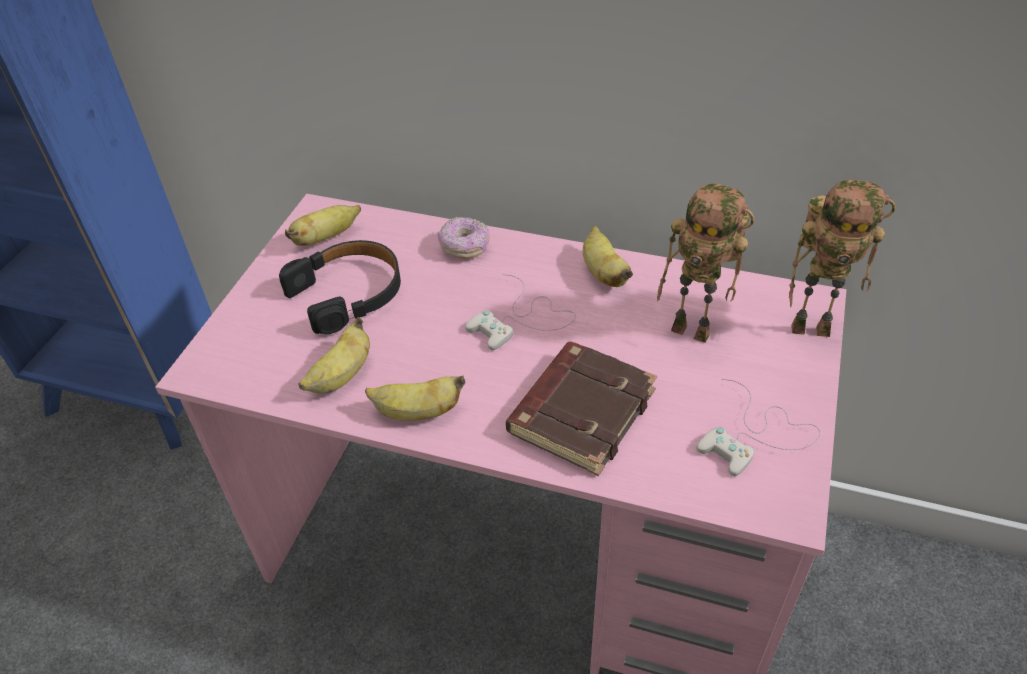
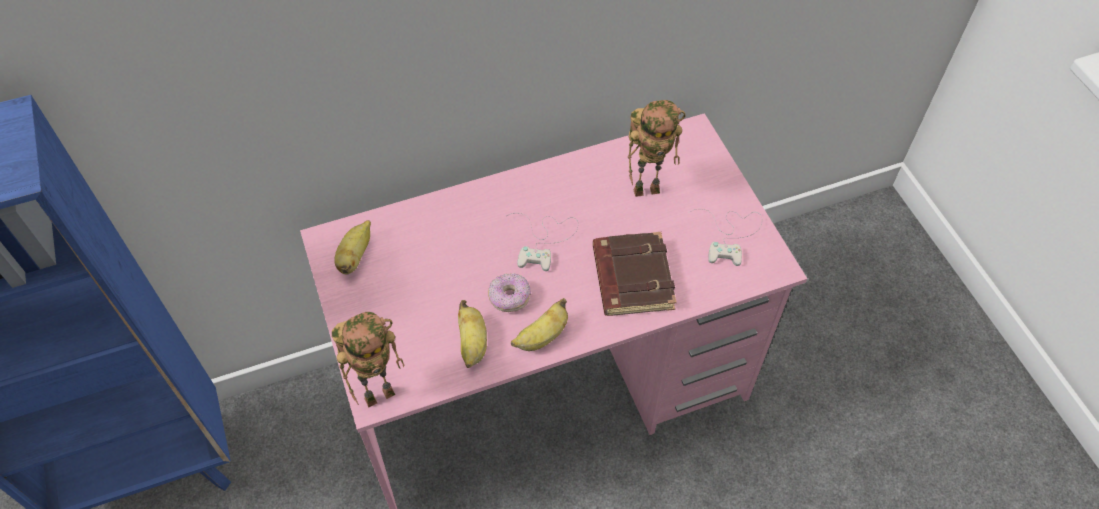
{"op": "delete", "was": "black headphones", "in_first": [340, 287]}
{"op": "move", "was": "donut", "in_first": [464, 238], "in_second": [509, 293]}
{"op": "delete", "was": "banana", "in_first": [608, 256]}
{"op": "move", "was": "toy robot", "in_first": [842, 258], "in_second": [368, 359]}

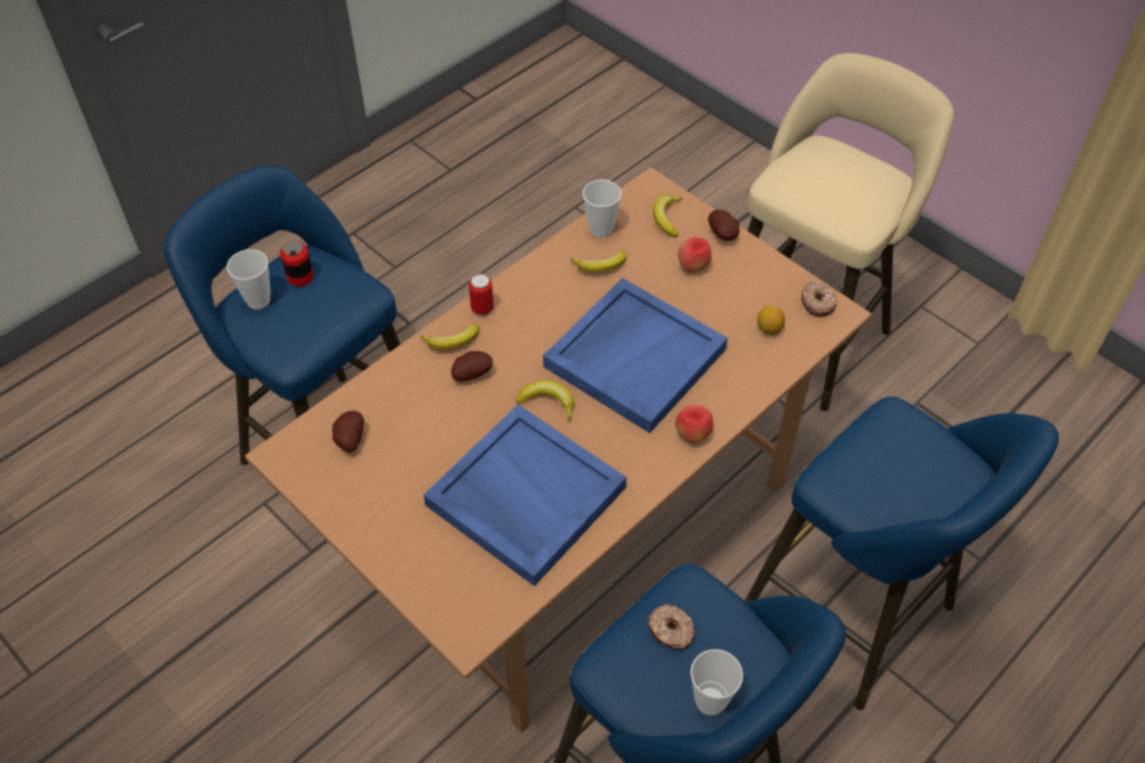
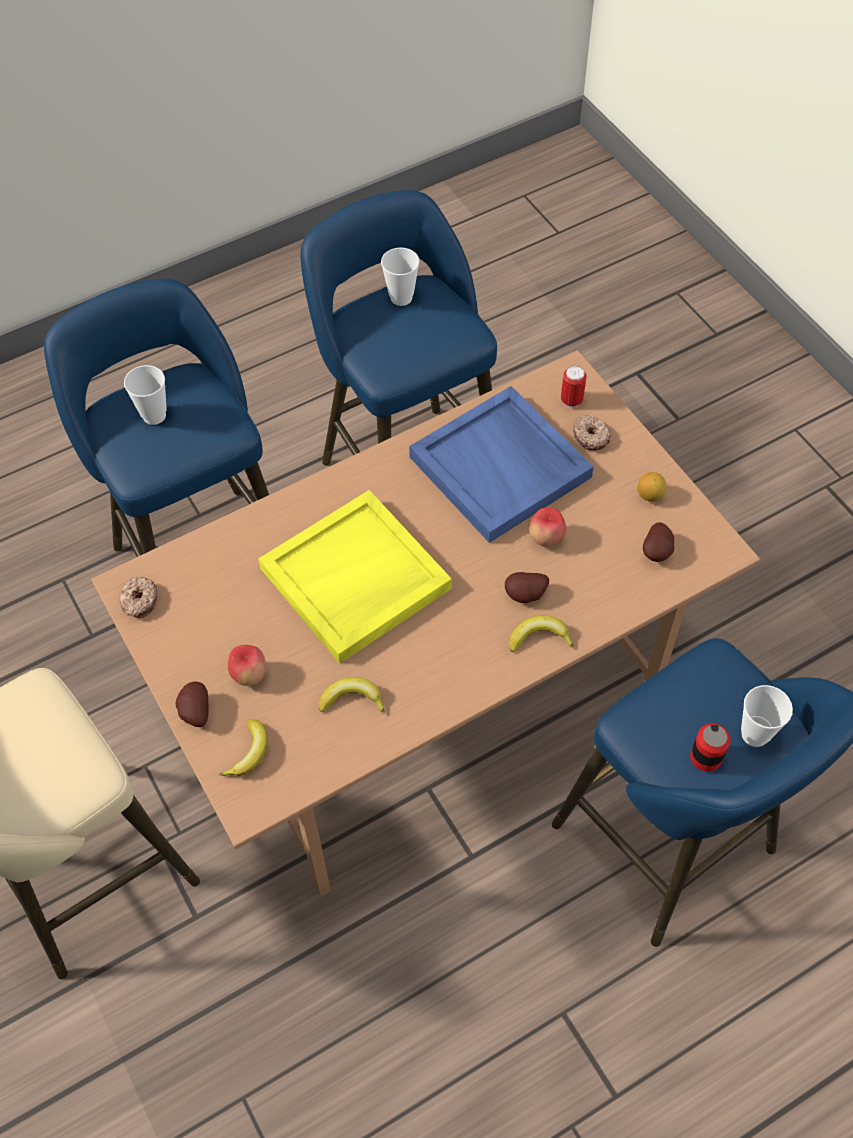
{"op": "move", "was": "can", "in_first": [481, 295], "in_second": [574, 387]}
{"op": "delete", "was": "banana", "in_first": [545, 400]}
{"op": "recolor", "was": "blue tray", "now": "yellow tray", "in_first": [635, 355], "in_second": [355, 576]}
{"op": "move", "was": "cup", "in_first": [602, 208], "in_second": [145, 395]}
{"op": "move", "was": "donut", "in_first": [671, 626], "in_second": [592, 433]}
{"op": "move", "was": "apple", "in_first": [694, 423], "in_second": [547, 527]}
{"op": "move", "was": "lemon", "in_first": [771, 320], "in_second": [651, 487]}

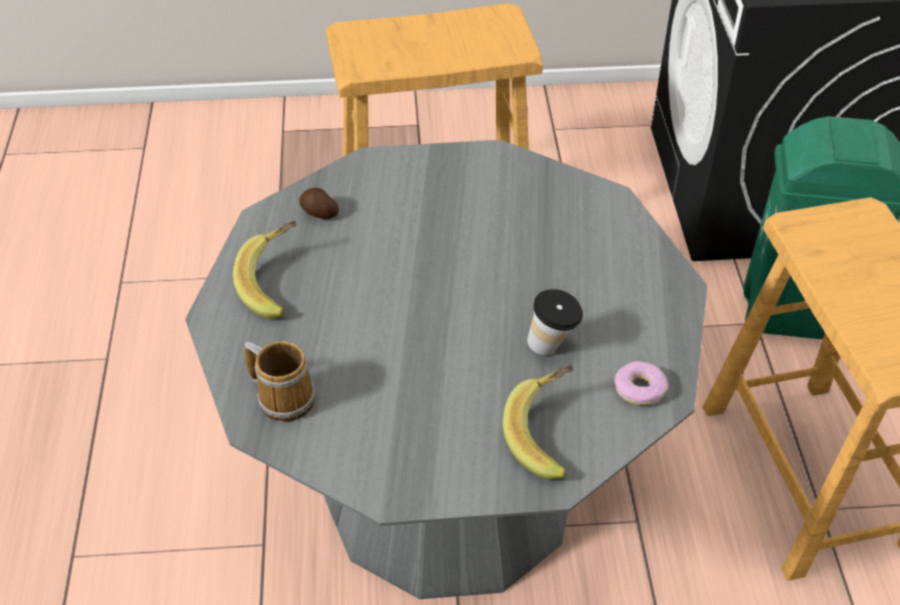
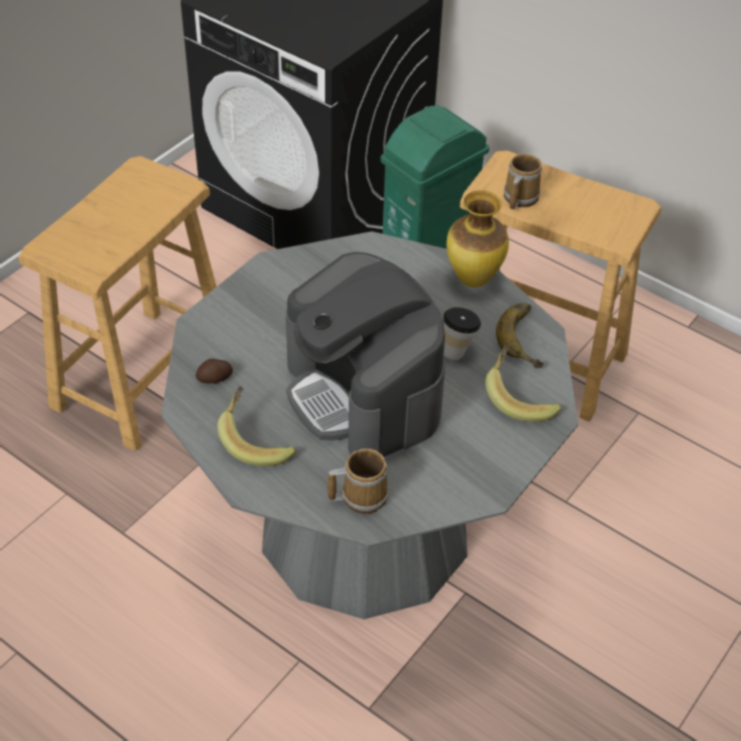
{"op": "replace", "was": "donut", "now": "banana", "in_first": [641, 383], "in_second": [519, 335]}
{"op": "insert", "now": "coffee machine", "in_second": [365, 354]}
{"op": "insert", "now": "vase", "in_second": [477, 238]}
{"op": "insert", "now": "mug", "in_second": [523, 182]}

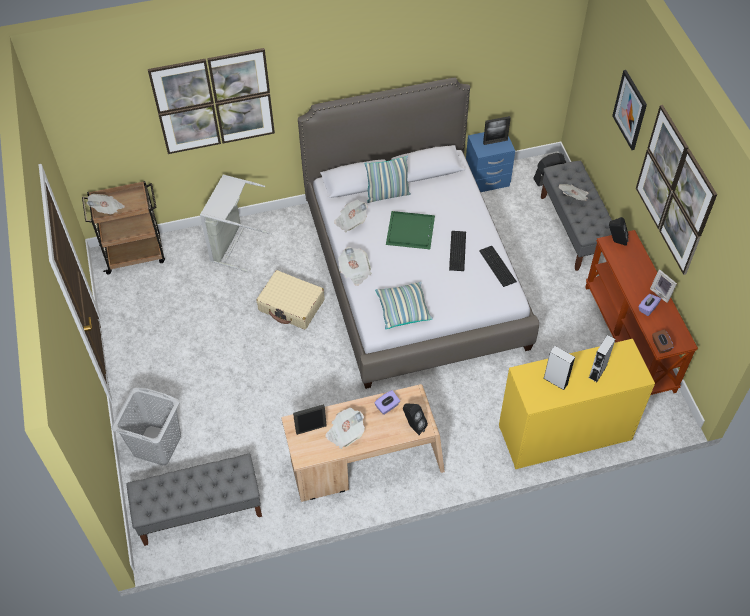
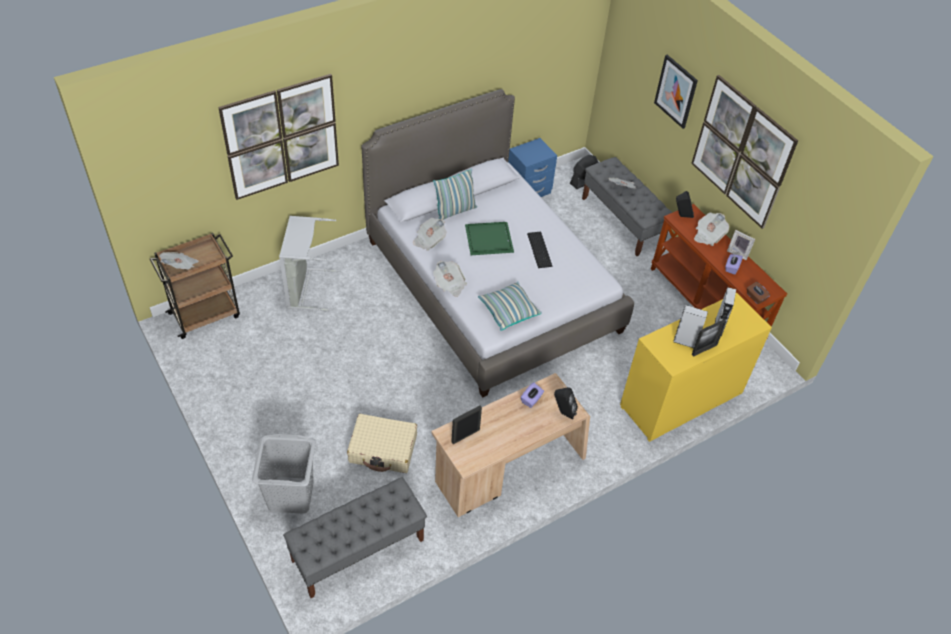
{"op": "move", "was": "beige suitcase", "in_first": [290, 300], "in_second": [382, 443]}
{"op": "move", "was": "newspaper", "in_first": [345, 428], "in_second": [711, 229]}
{"op": "delete", "was": "keyboard", "in_first": [498, 266]}
{"op": "move", "was": "picture frame", "in_first": [497, 130], "in_second": [709, 338]}

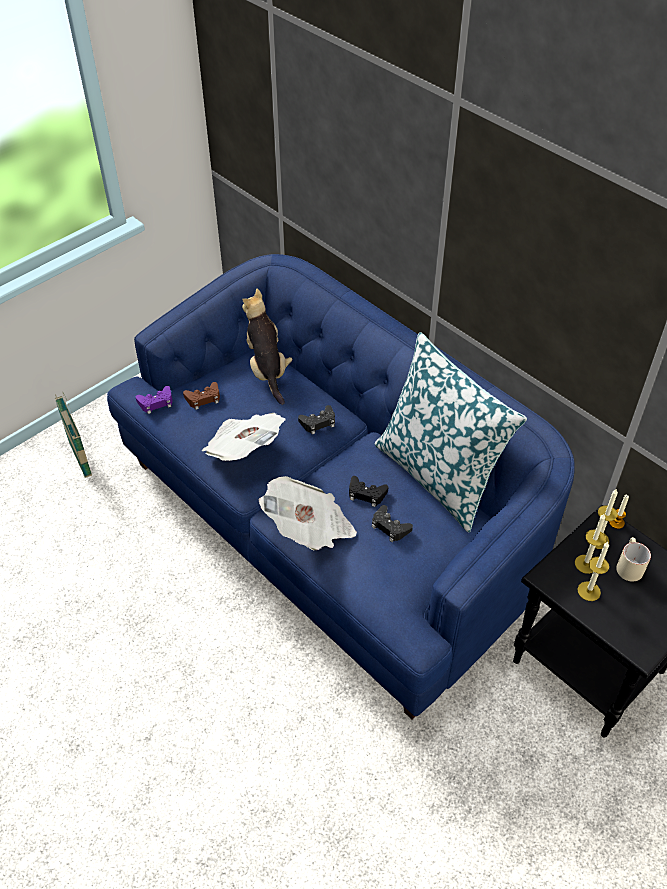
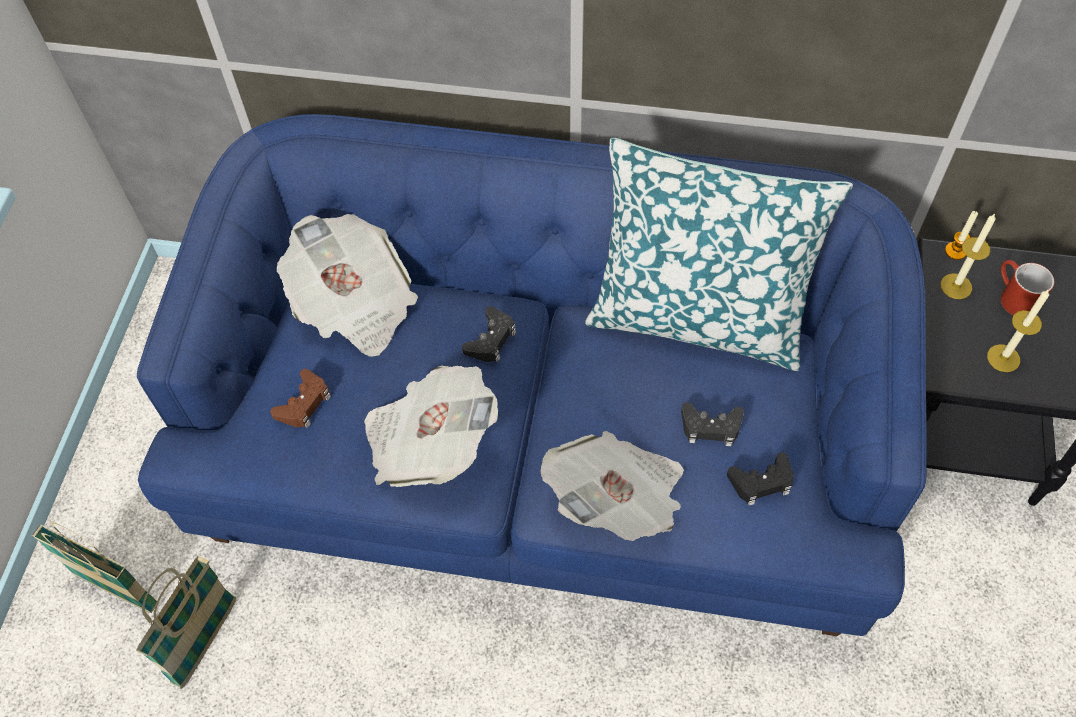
{"op": "delete", "was": "purple game controller", "in_first": [154, 400]}
{"op": "replace", "was": "plush toy", "now": "newspaper", "in_first": [267, 347], "in_second": [347, 285]}
{"op": "move", "was": "black game controller", "in_first": [368, 491], "in_second": [760, 479]}
{"op": "delete", "was": "candle", "in_first": [590, 544]}
{"op": "recolor", "was": "beige mug", "now": "red mug", "in_first": [633, 559], "in_second": [1027, 288]}
{"op": "insert", "now": "basket", "in_second": [186, 622]}

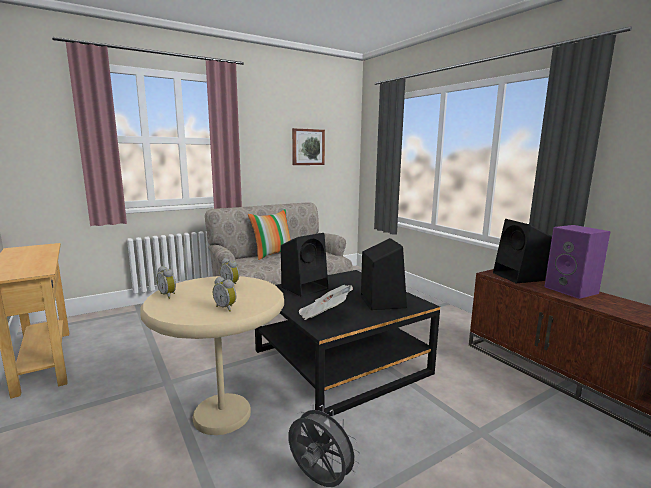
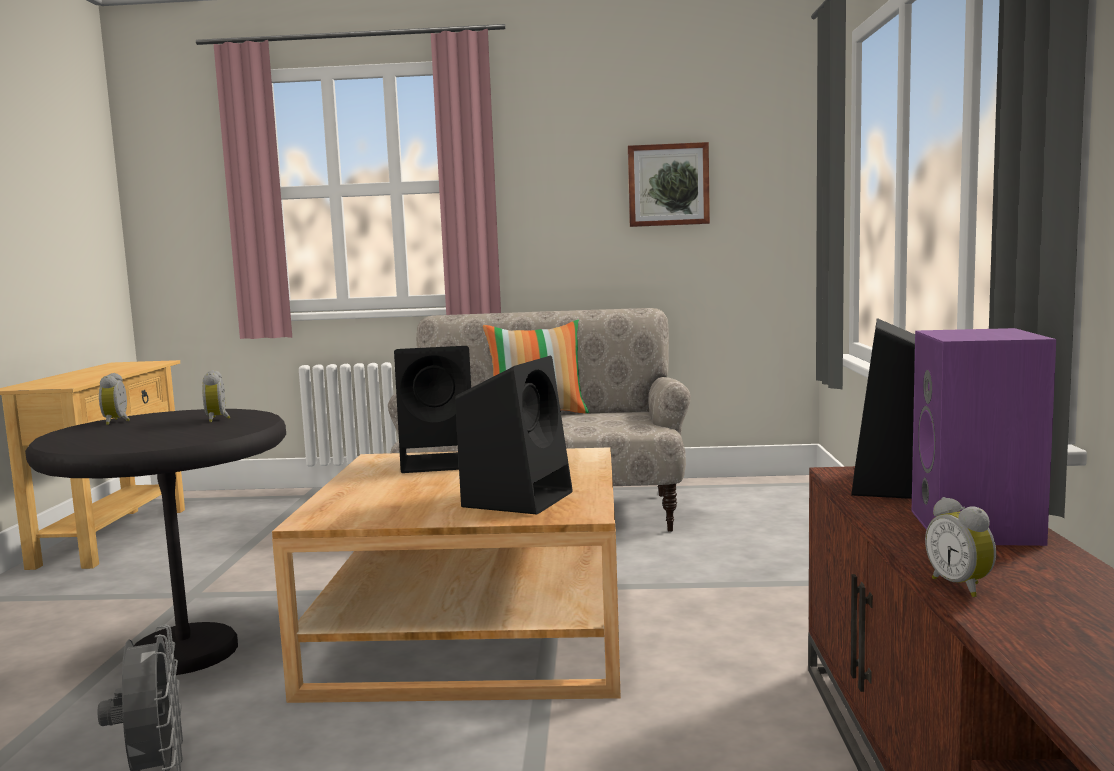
{"op": "recolor", "was": "beige side table", "now": "black side table", "in_first": [212, 355], "in_second": [155, 542]}
{"op": "move", "was": "alarm clock", "in_first": [224, 294], "in_second": [960, 547]}
{"op": "recolor", "was": "black coffee table", "now": "beige coffee table", "in_first": [347, 343], "in_second": [446, 575]}
{"op": "delete", "was": "newspaper", "in_first": [325, 302]}

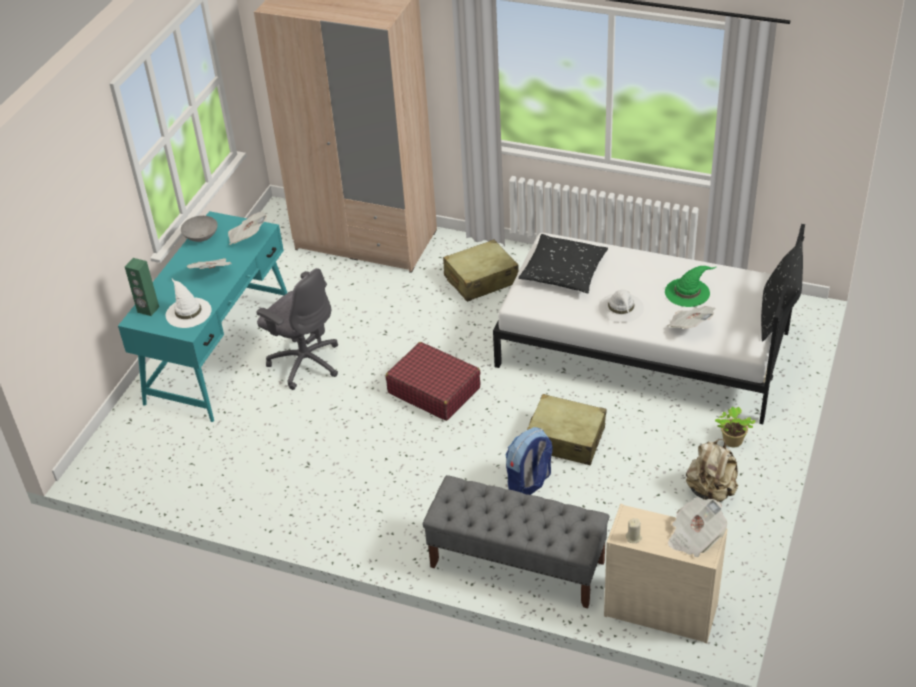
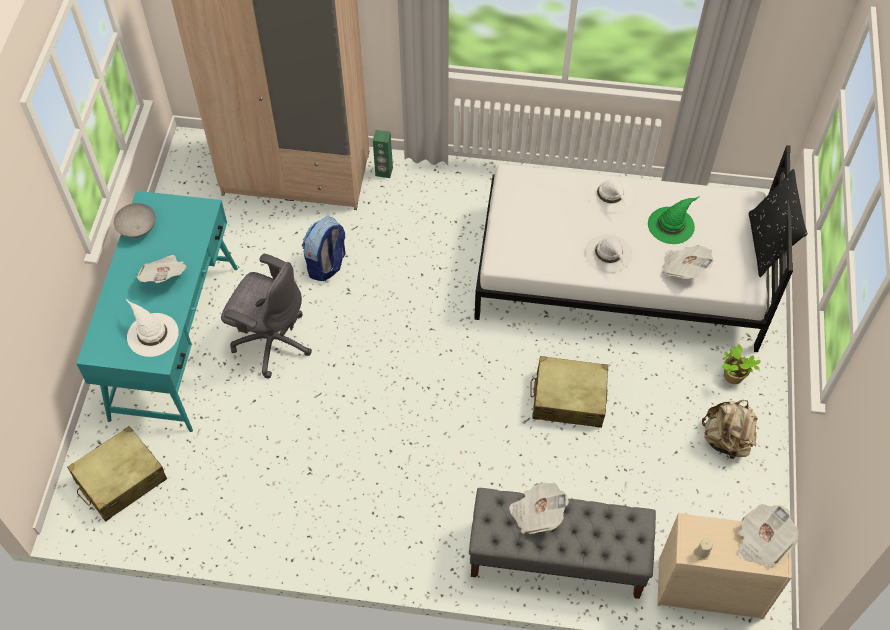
{"op": "move", "was": "green speaker", "in_first": [142, 287], "in_second": [383, 154]}
{"op": "move", "was": "newspaper", "in_first": [247, 228], "in_second": [539, 508]}
{"op": "delete", "was": "red suitcase", "in_first": [433, 381]}
{"op": "move", "was": "beige suitcase", "in_first": [481, 270], "in_second": [117, 473]}
{"op": "move", "was": "backpack", "in_first": [529, 461], "in_second": [323, 248]}
{"op": "delete", "was": "black pillow", "in_first": [563, 263]}
{"op": "insert", "now": "white hat", "in_second": [610, 195]}

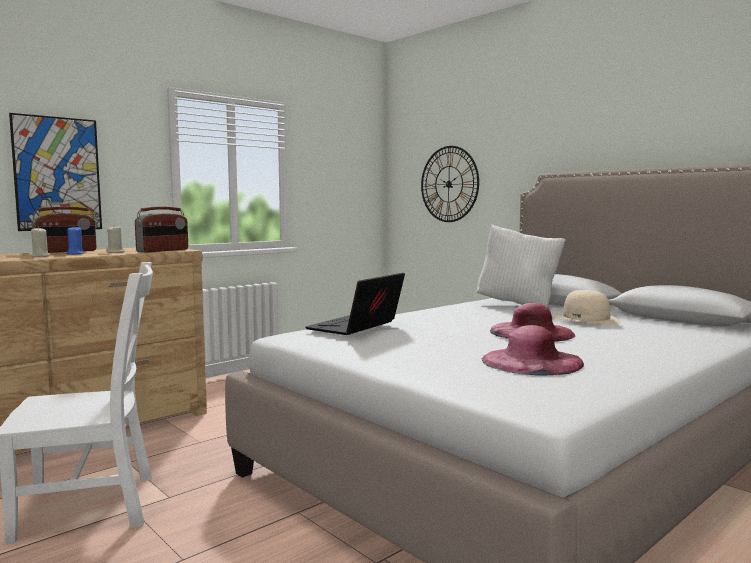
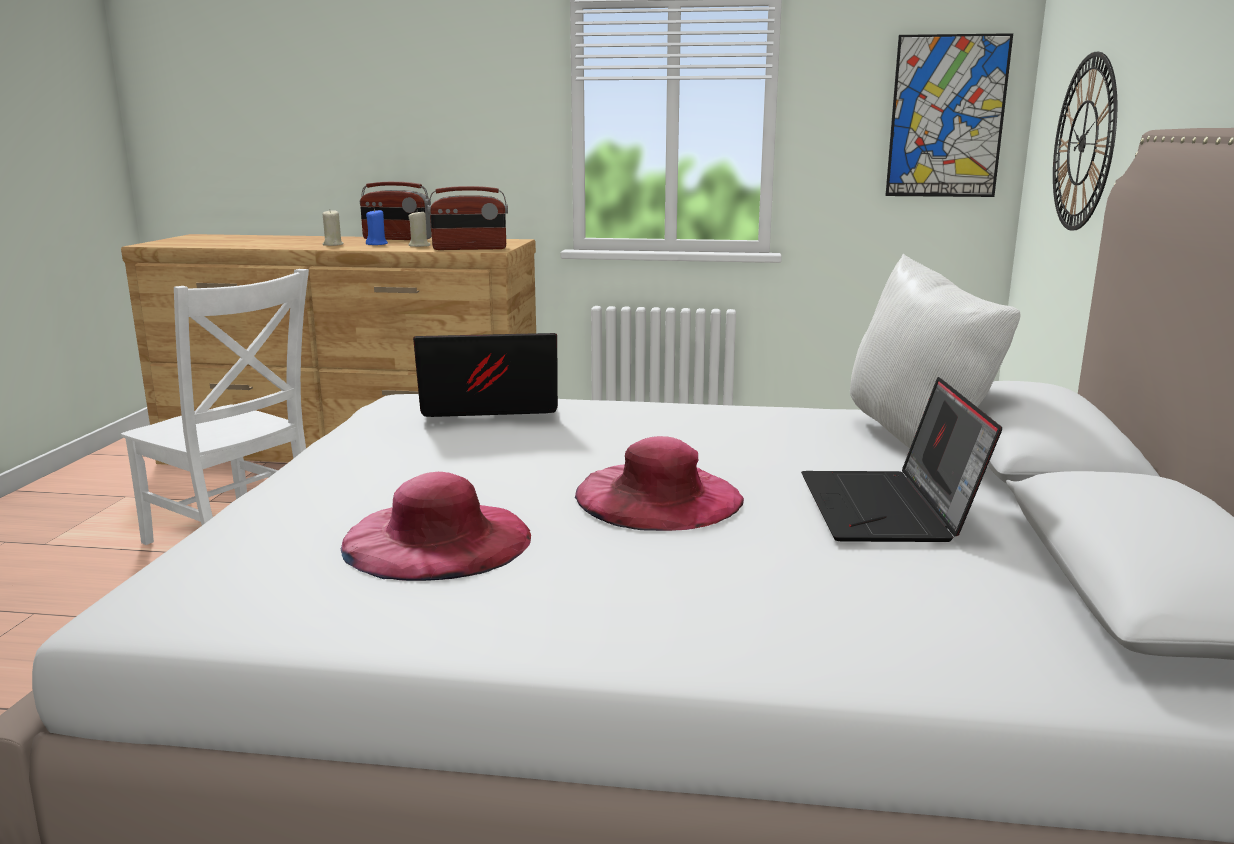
{"op": "move", "was": "picture", "in_first": [55, 172], "in_second": [949, 115]}
{"op": "replace", "was": "beige hat", "now": "laptop", "in_first": [587, 307], "in_second": [901, 459]}

